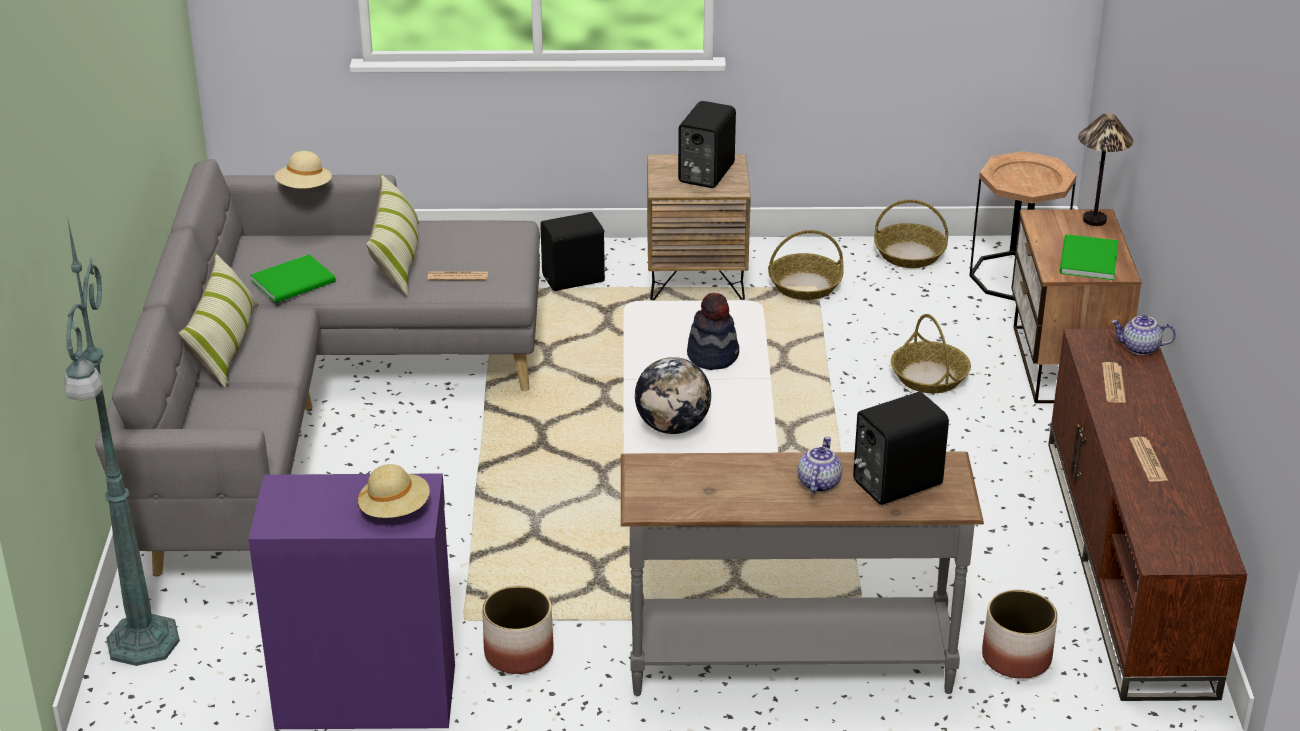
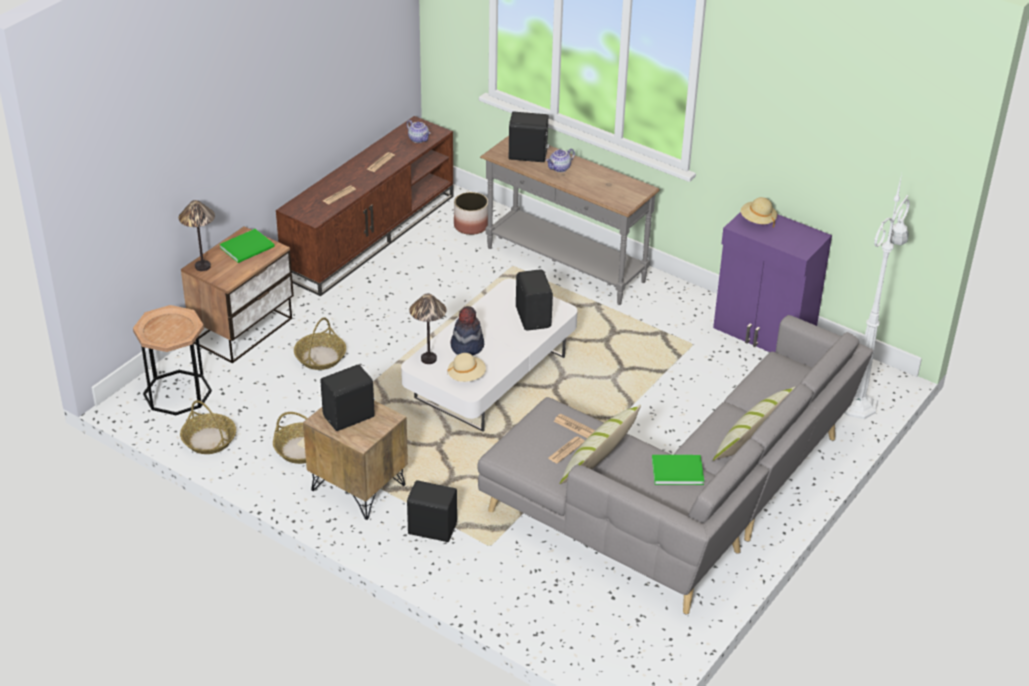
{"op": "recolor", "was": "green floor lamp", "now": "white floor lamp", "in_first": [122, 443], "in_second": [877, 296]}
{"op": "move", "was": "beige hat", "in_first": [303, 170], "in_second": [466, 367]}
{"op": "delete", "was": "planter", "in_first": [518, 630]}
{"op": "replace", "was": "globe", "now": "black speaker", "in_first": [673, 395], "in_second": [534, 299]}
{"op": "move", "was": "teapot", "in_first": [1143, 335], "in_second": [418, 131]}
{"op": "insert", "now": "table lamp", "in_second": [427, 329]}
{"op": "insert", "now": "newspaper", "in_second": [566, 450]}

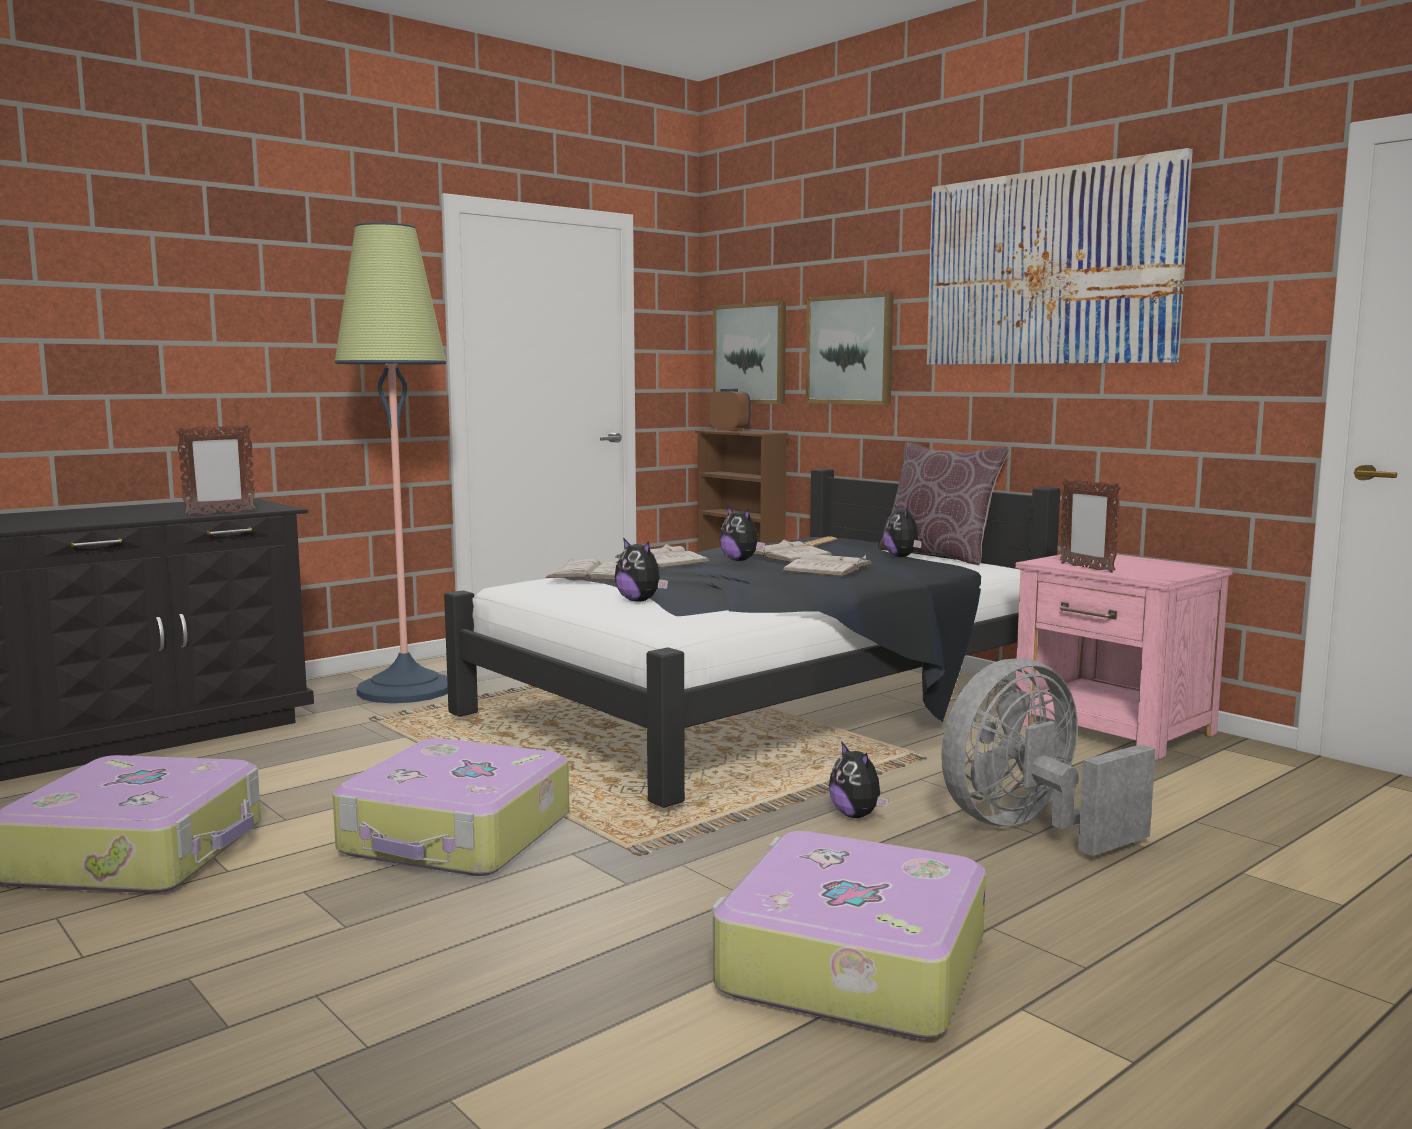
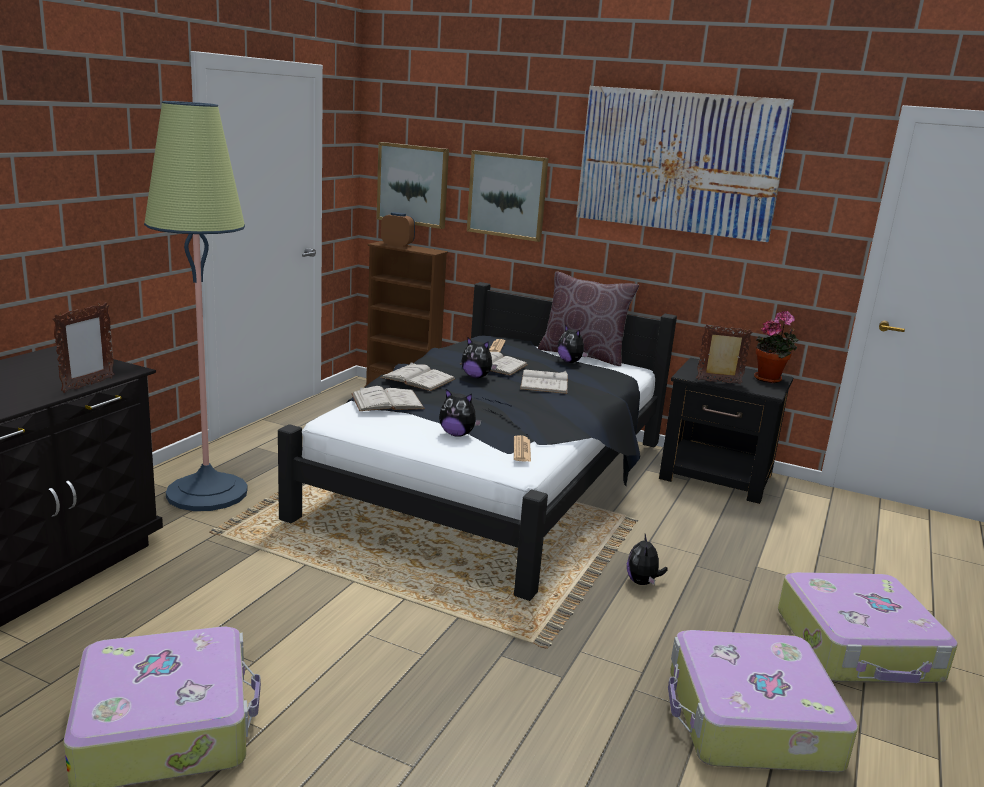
{"op": "move", "was": "suitcase", "in_first": [450, 807], "in_second": [868, 627]}
{"op": "rotate", "was": "plush toy", "in_first": [859, 779], "in_second": [647, 559], "clockwise": 60}
{"op": "delete", "was": "grey fan", "in_first": [1048, 757]}
{"op": "recolor", "was": "pink nightstand", "now": "black nightstand", "in_first": [1124, 657], "in_second": [726, 431]}
{"op": "rotate", "was": "picture frame", "in_first": [1090, 526], "in_second": [724, 354], "clockwise": 150}
{"op": "insert", "now": "newspaper", "in_second": [522, 448]}
{"op": "insert", "now": "potted plant", "in_second": [776, 347]}

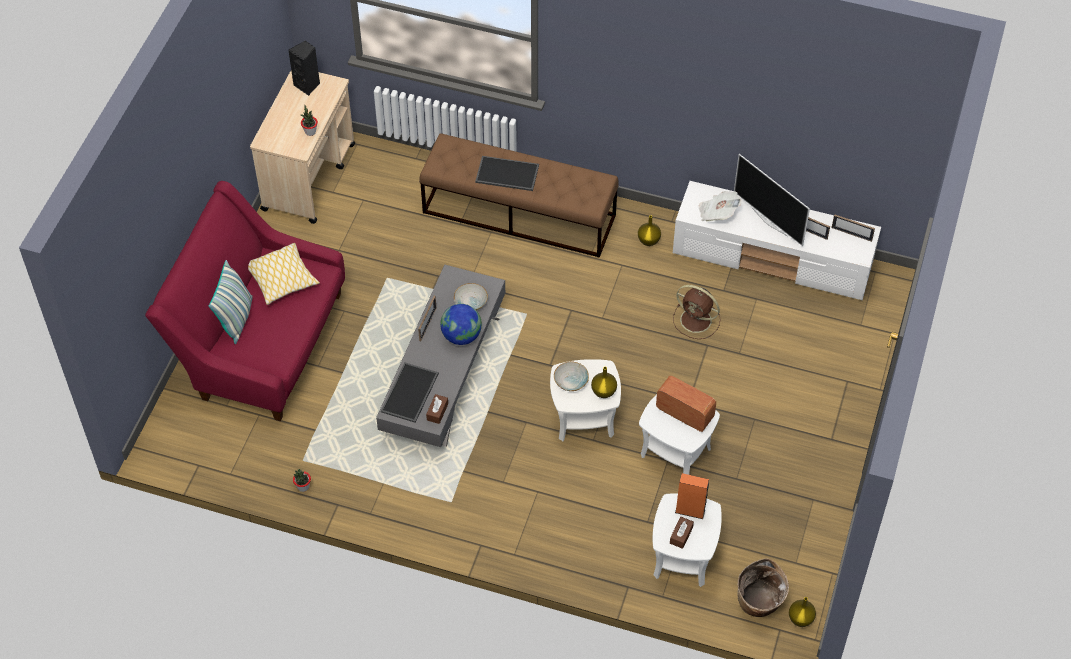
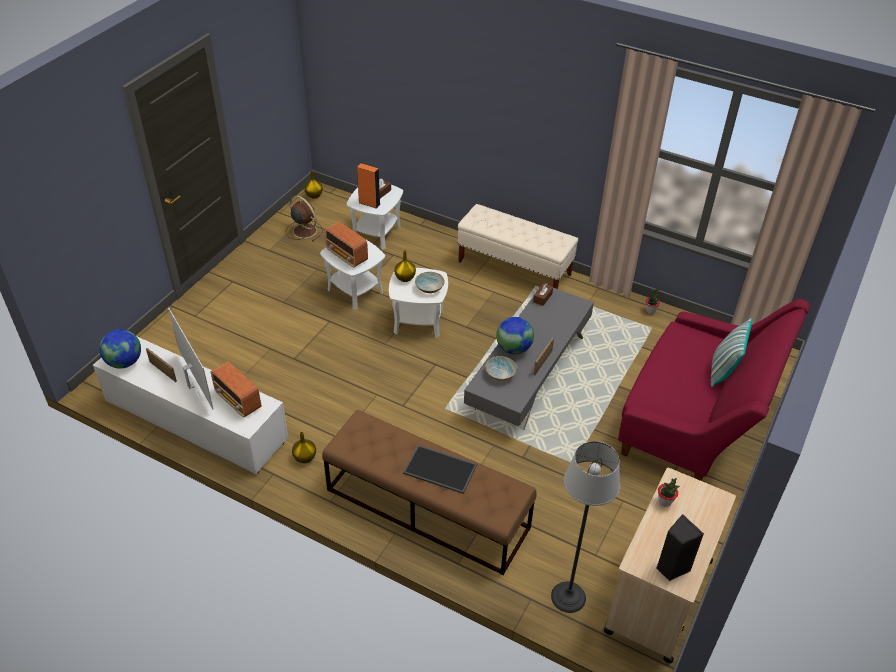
{"op": "delete", "was": "pillow", "in_first": [284, 274]}
{"op": "delete", "was": "tray", "in_first": [410, 392]}
{"op": "move", "was": "brown fan", "in_first": [697, 312], "in_second": [304, 218]}
{"op": "replace", "was": "newspaper", "now": "radio", "in_first": [720, 206], "in_second": [235, 389]}
{"op": "delete", "was": "basket", "in_first": [763, 587]}
{"op": "replace", "was": "picture frame", "now": "globe", "in_first": [853, 228], "in_second": [120, 349]}
{"op": "insert", "now": "beige bench", "in_second": [517, 246]}
{"op": "insert", "now": "floor lamp", "in_second": [585, 527]}

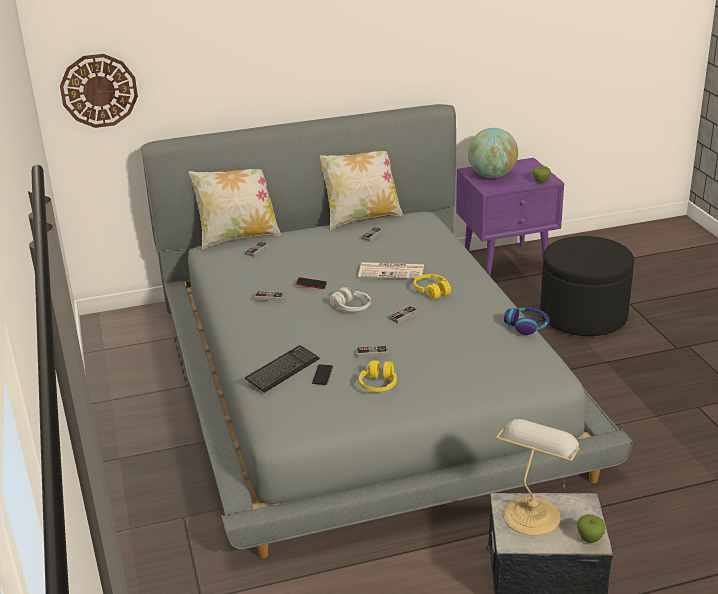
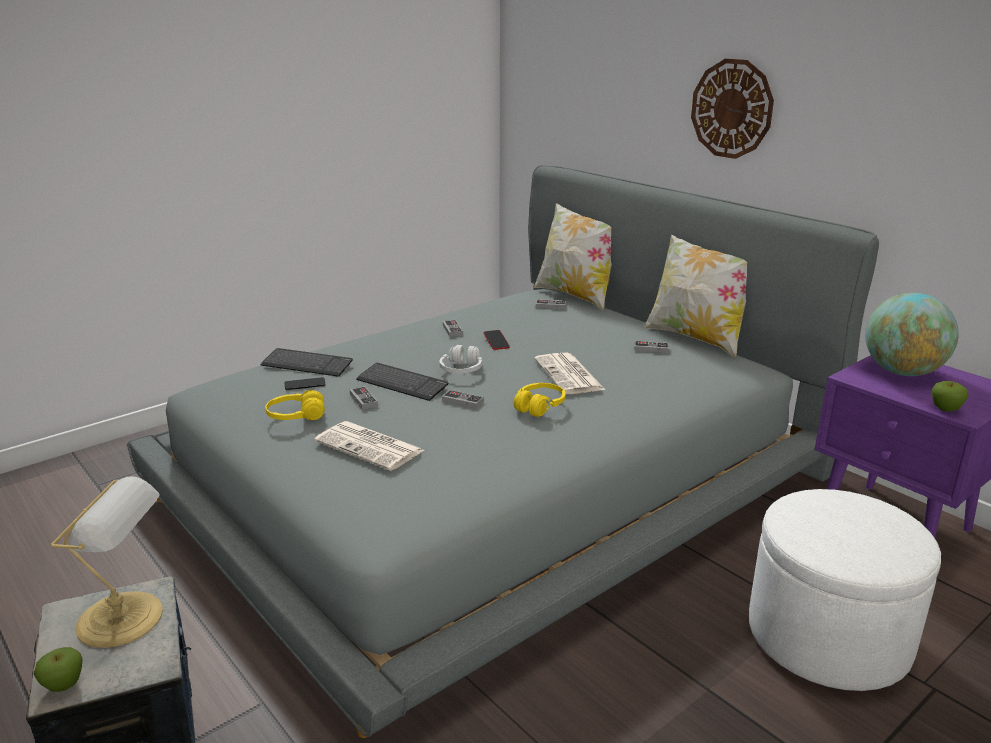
{"op": "move", "was": "wall clock", "in_first": [99, 91], "in_second": [732, 109]}
{"op": "delete", "was": "headphones", "in_first": [526, 321]}
{"op": "recolor", "was": "black ottoman", "now": "white ottoman", "in_first": [587, 286], "in_second": [845, 590]}
{"op": "insert", "now": "newspaper", "in_second": [369, 446]}
{"op": "insert", "now": "keyboard", "in_second": [402, 382]}

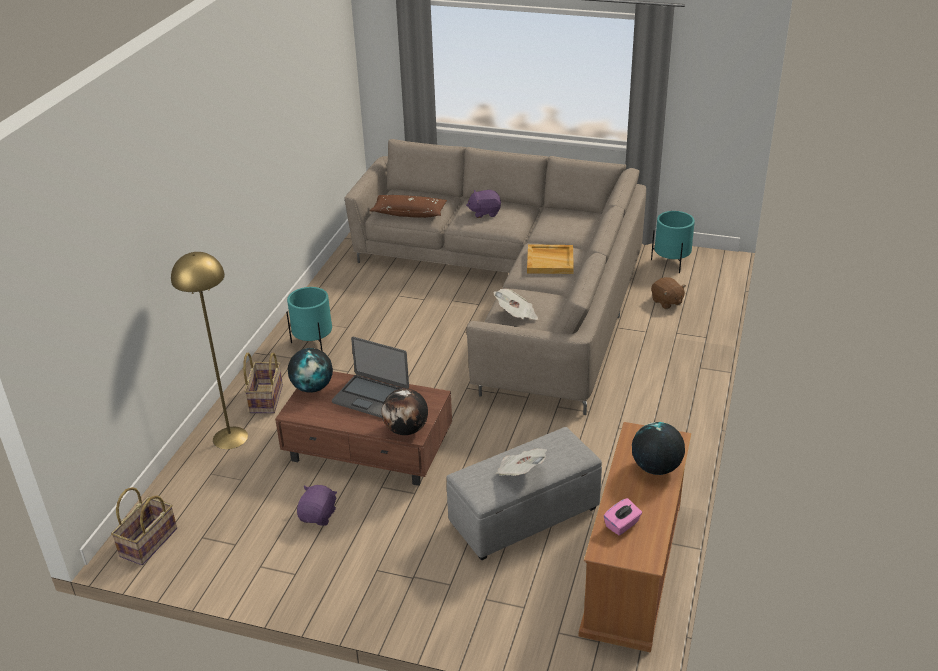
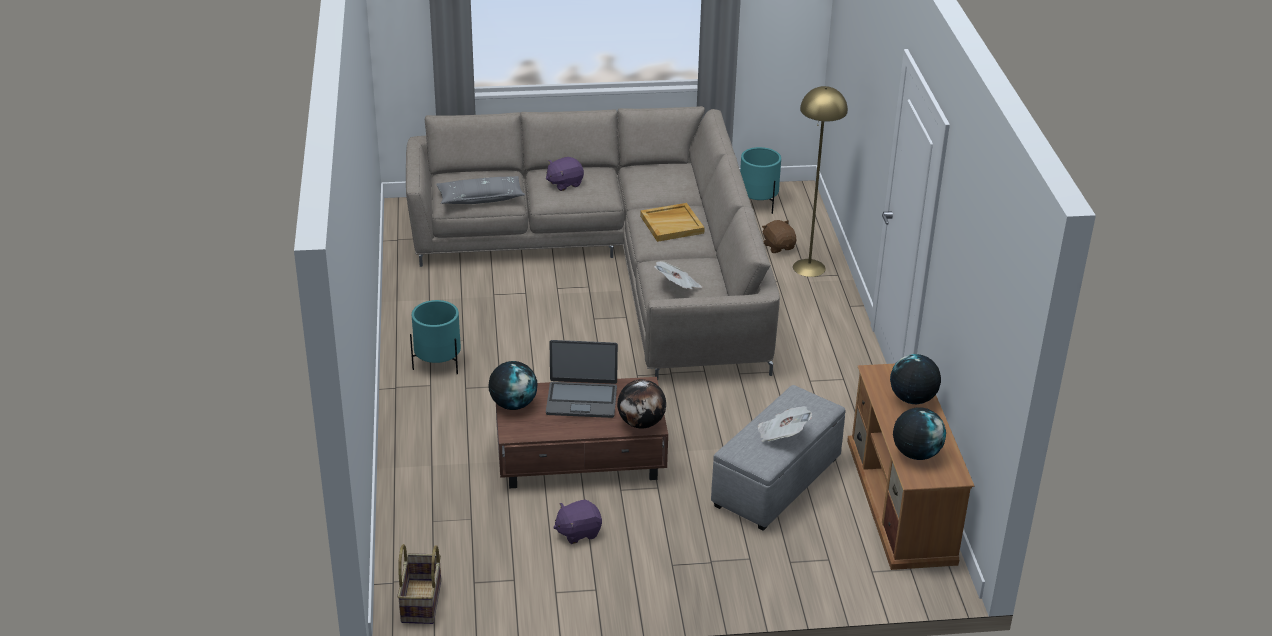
{"op": "move", "was": "yellow floor lamp", "in_first": [209, 350], "in_second": [820, 181]}
{"op": "delete", "was": "basket", "in_first": [263, 383]}
{"op": "rotate", "was": "purple plush toy", "in_first": [317, 505], "in_second": [577, 522], "clockwise": -105}
{"op": "recolor", "was": "brown pillow", "now": "grey pillow", "in_first": [408, 206], "in_second": [480, 190]}
{"op": "replace", "was": "pink tissue box", "now": "globe", "in_first": [623, 517], "in_second": [919, 433]}
{"op": "rotate", "was": "brown plush toy", "in_first": [668, 293], "in_second": [779, 236], "clockwise": -150}

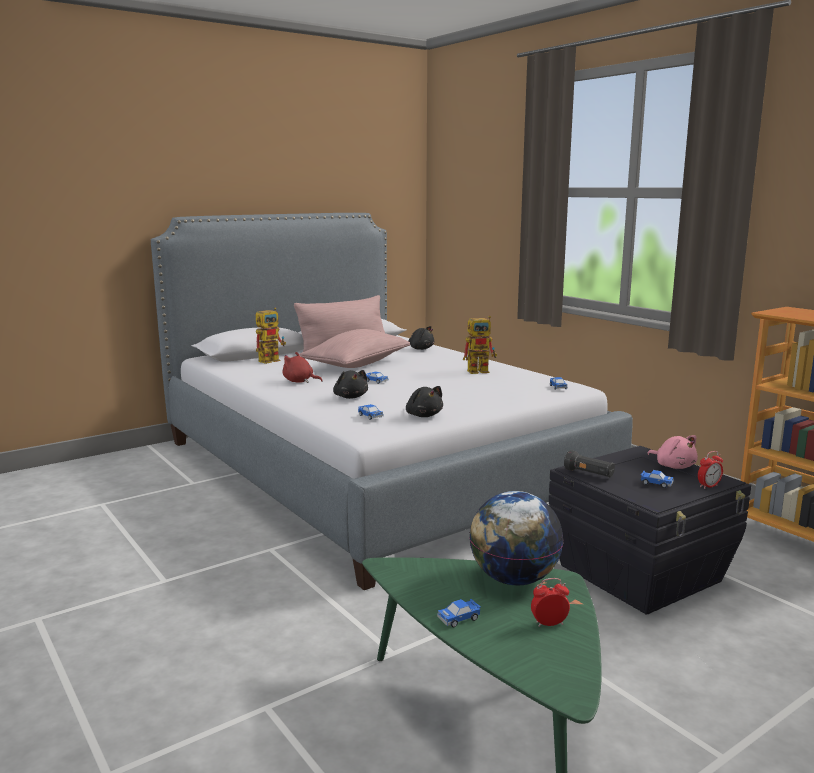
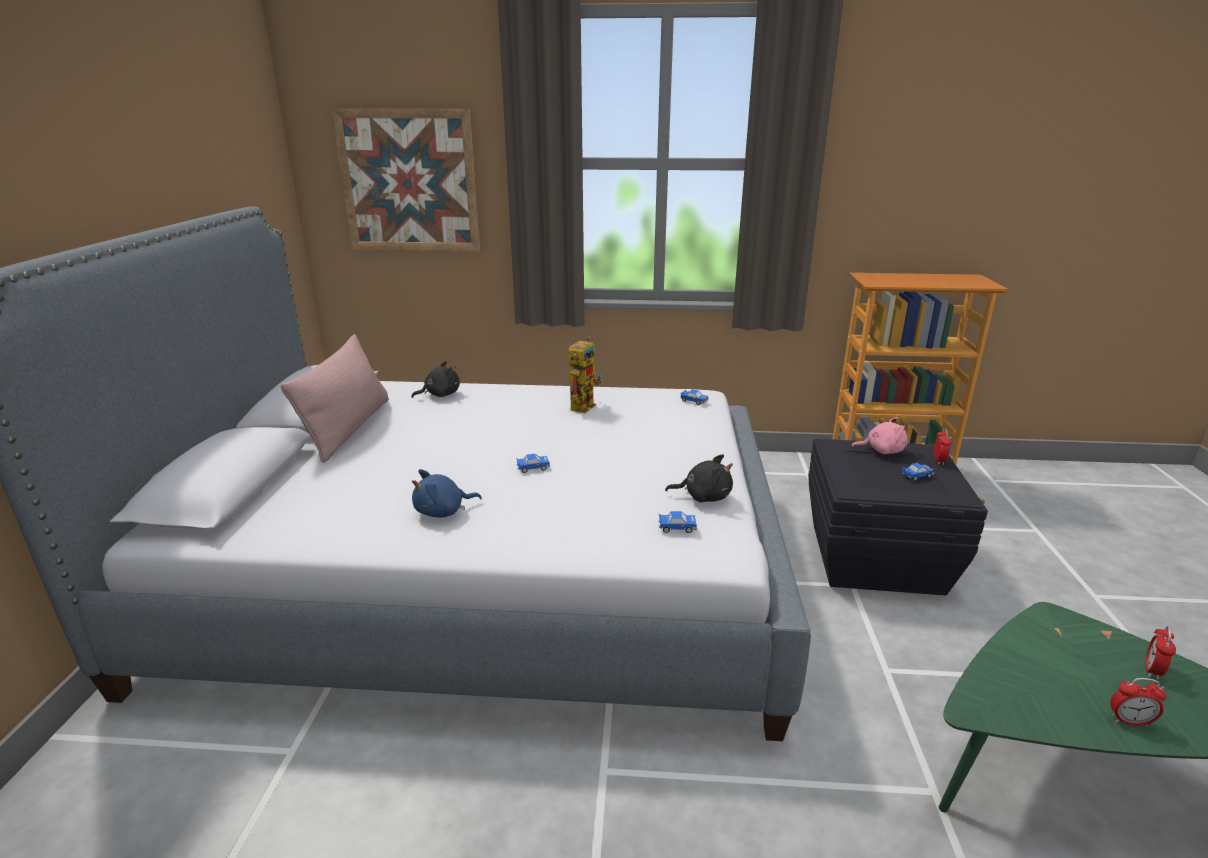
{"op": "delete", "was": "toy robot", "in_first": [271, 335]}
{"op": "recolor", "was": "red plush toy", "now": "blue plush toy", "in_first": [302, 367], "in_second": [447, 493]}
{"op": "delete", "was": "pink pillow", "in_first": [355, 348]}
{"op": "delete", "was": "black plush toy", "in_first": [350, 384]}
{"op": "replace", "was": "toy car", "now": "alarm clock", "in_first": [459, 613], "in_second": [1138, 702]}
{"op": "delete", "was": "globe", "in_first": [516, 538]}
{"op": "delete", "was": "black flashlight", "in_first": [589, 463]}
{"op": "insert", "now": "picture", "in_second": [405, 180]}

